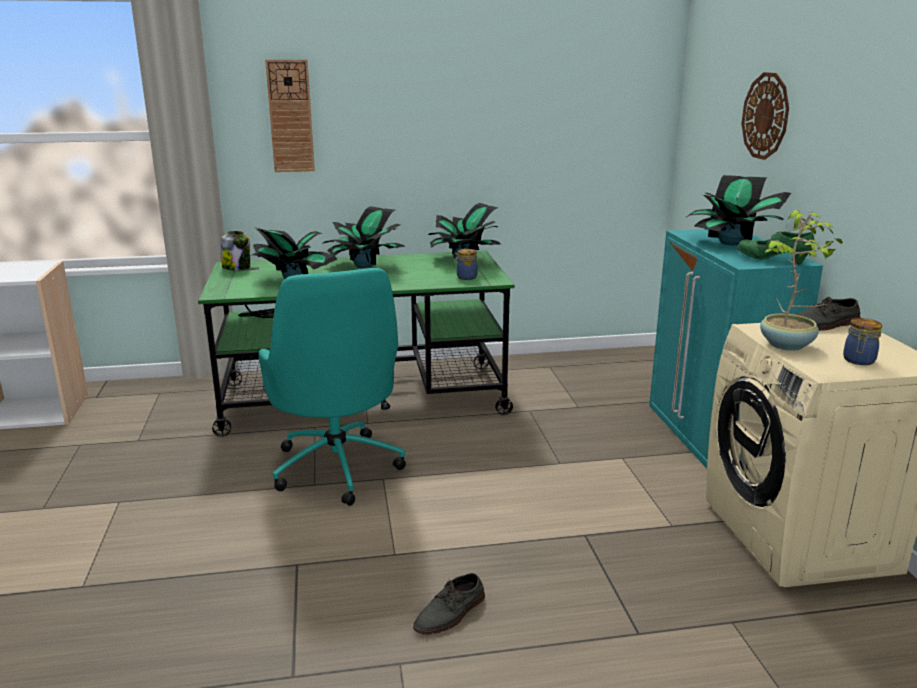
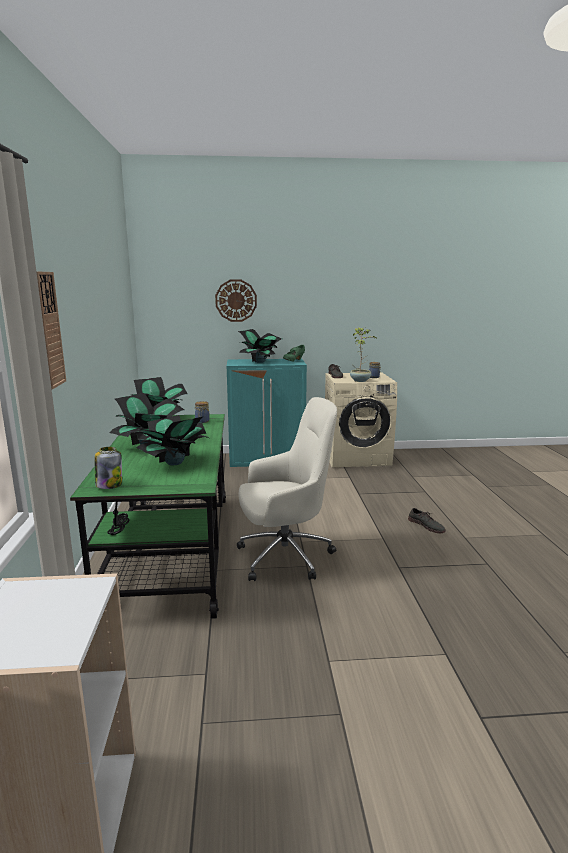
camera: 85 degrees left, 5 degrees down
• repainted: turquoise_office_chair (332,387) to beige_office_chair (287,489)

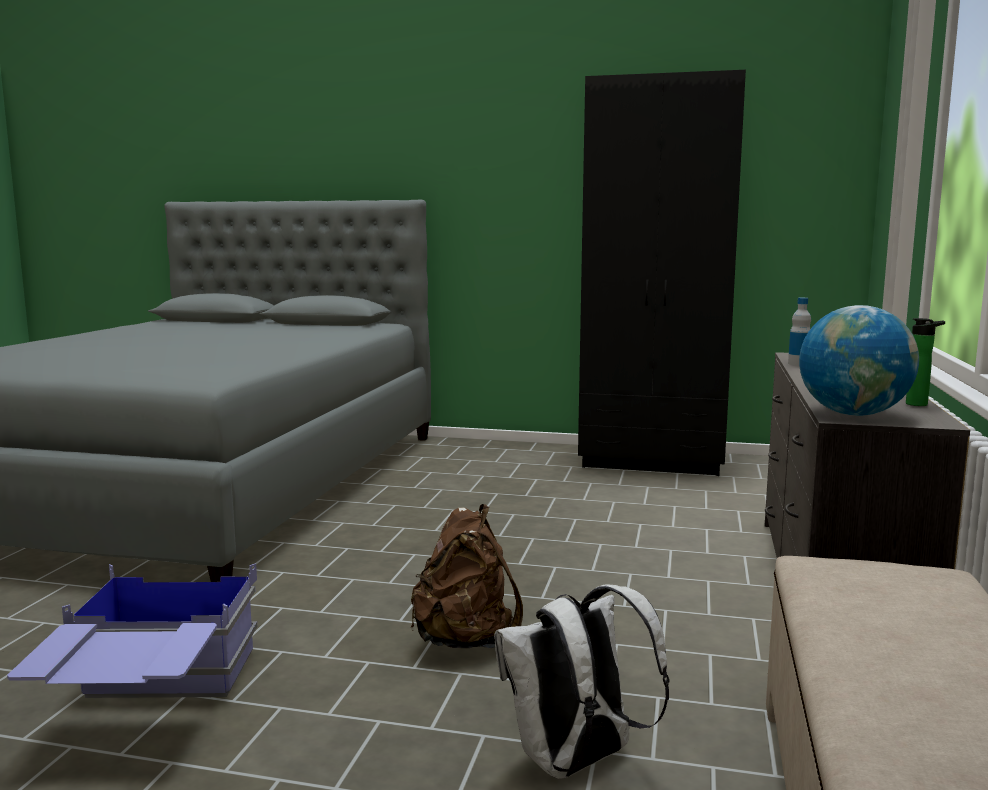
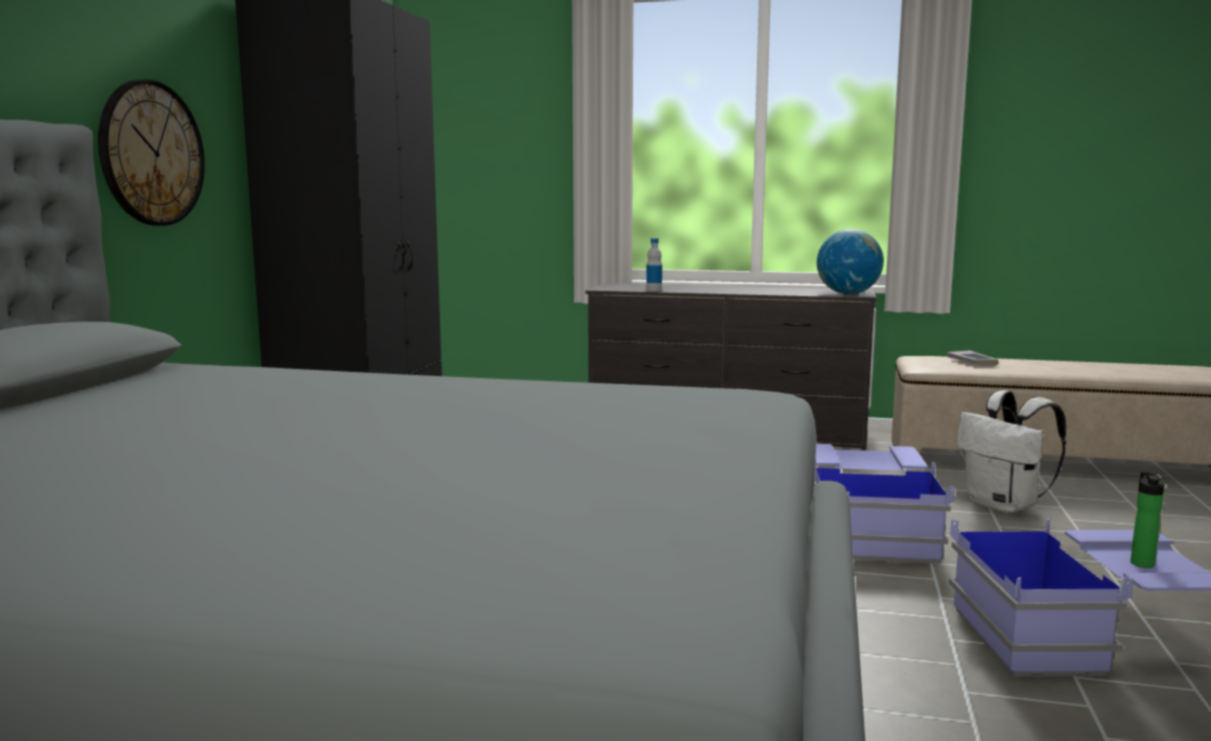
camera: 90 degrees left, 0 degrees up
• new: wall_clock (151,153)
• swapped: brown_backpack (467,576) to blue_storage_box (884,504)
• new: book (972,358)
• shifted: bottle (925,362) to (1147,520)

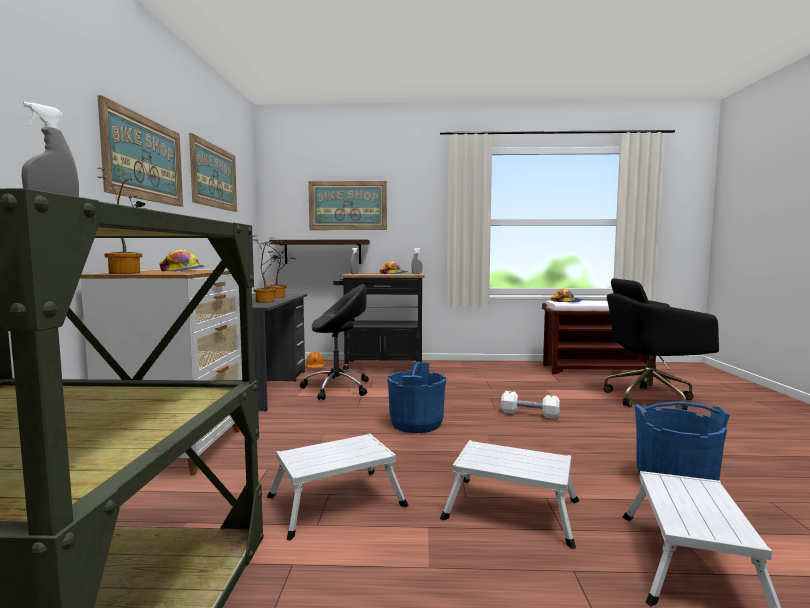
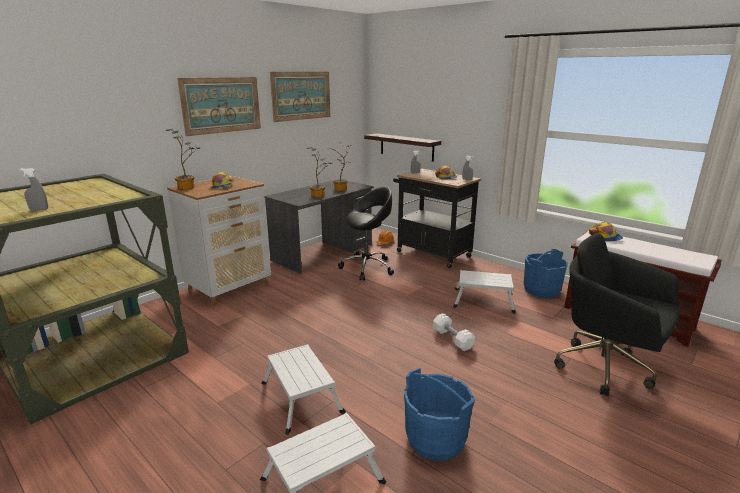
camera: 40 degrees right, 15 degrees up
• rotated: black_office_chair (334,342) = (366,234) 45 degrees counterclockwise
• shifted: white_step_ladder (337,487) to (484,292)
• shifted: blue_bucket (416,397) to (546,273)
• gone: picture (347,205)

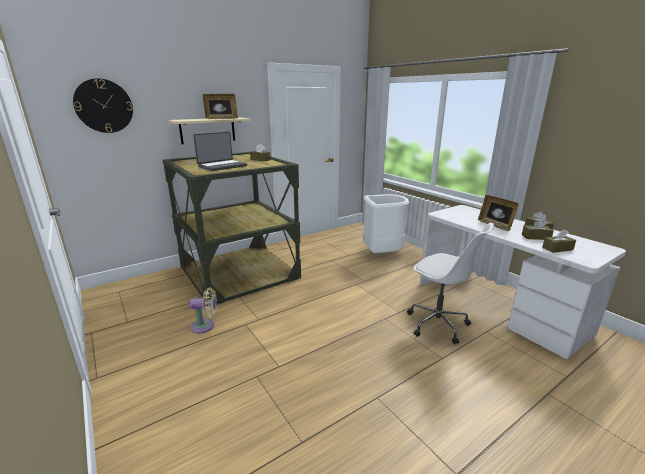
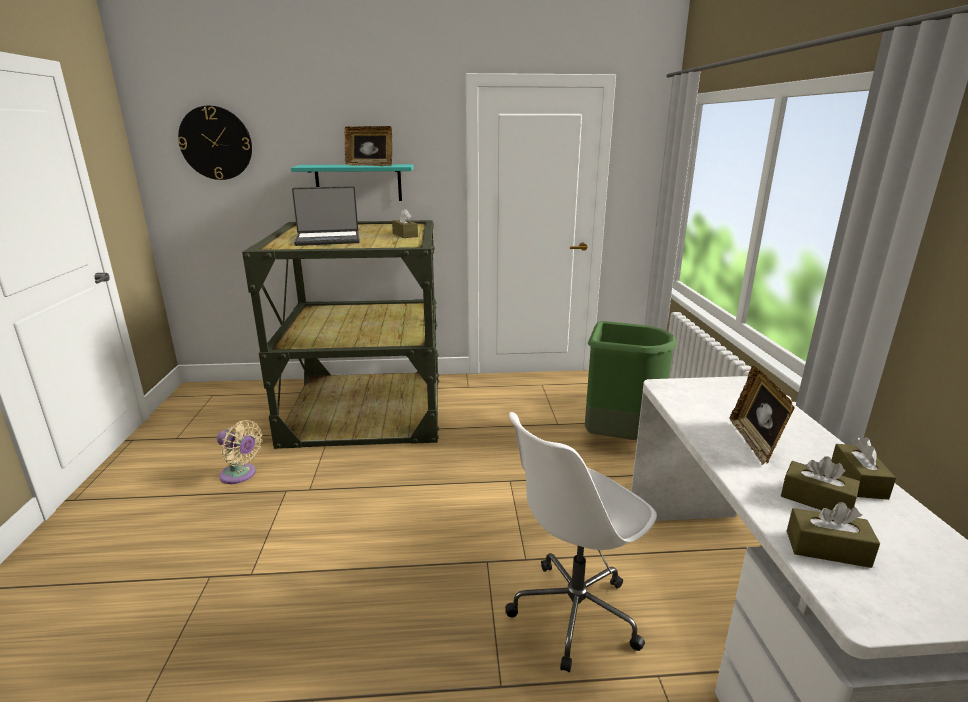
camera: 30 degrees right, 0 degrees up
• repainted: beige_shelf (210,130) to turquoise_shelf (352,182)
• rotated: white_office_chair (450,283) = (581,542) 75 degrees clockwise
• repainted: white_trash_can (386,224) to green_trash_can (631,380)

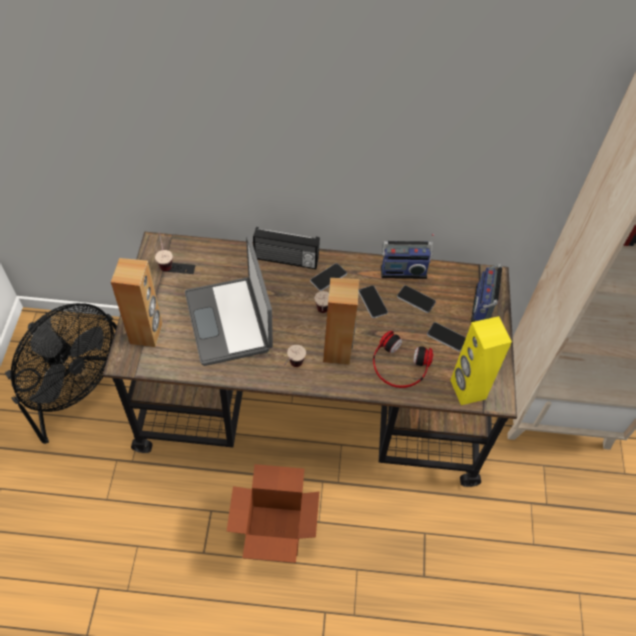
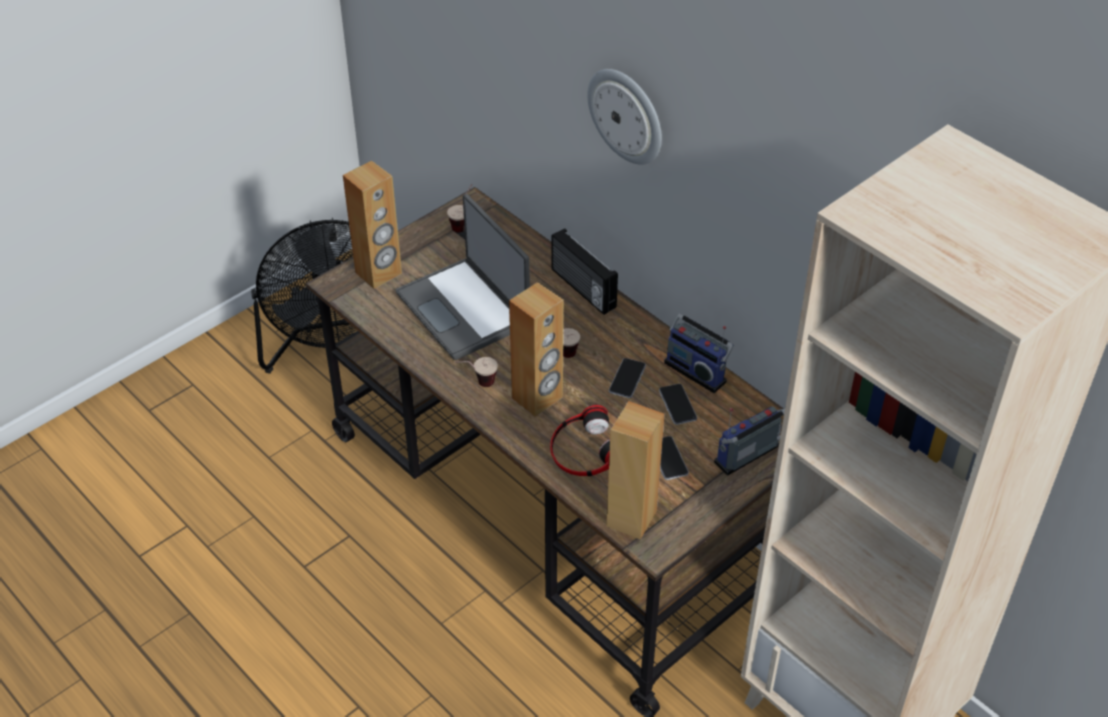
camera: 45 degrees right, 10 degrees down
• rotated: laptop (229,301) = (463,277) 60 degrees counterclockwise
• new: wall_clock (624,117)
• repainted: yellow_speaker (481,360) to brown_speaker (636,470)
• gone: cardboard_box (273,513)
• gone: phone (328,277)

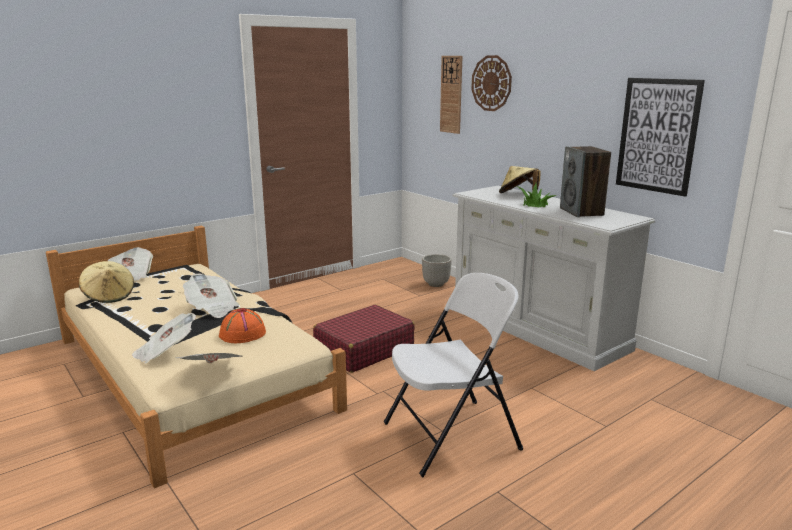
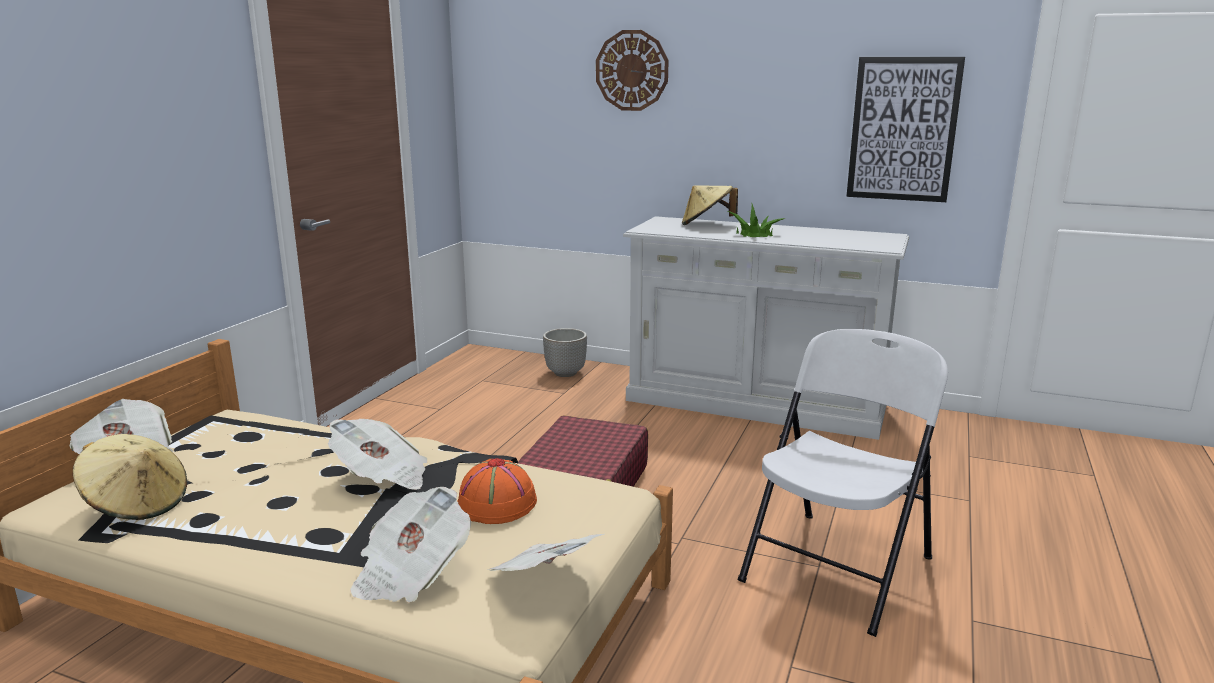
camera: 30 degrees left, 0 degrees up
• gone: wall_clock (451,95)
• gone: speaker (585,181)

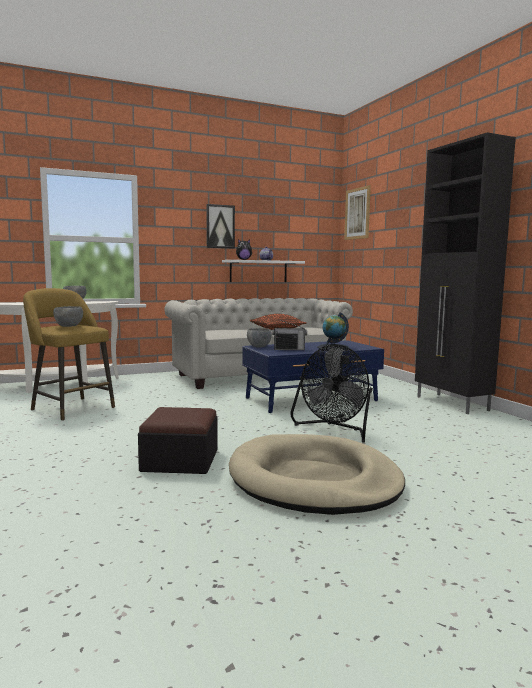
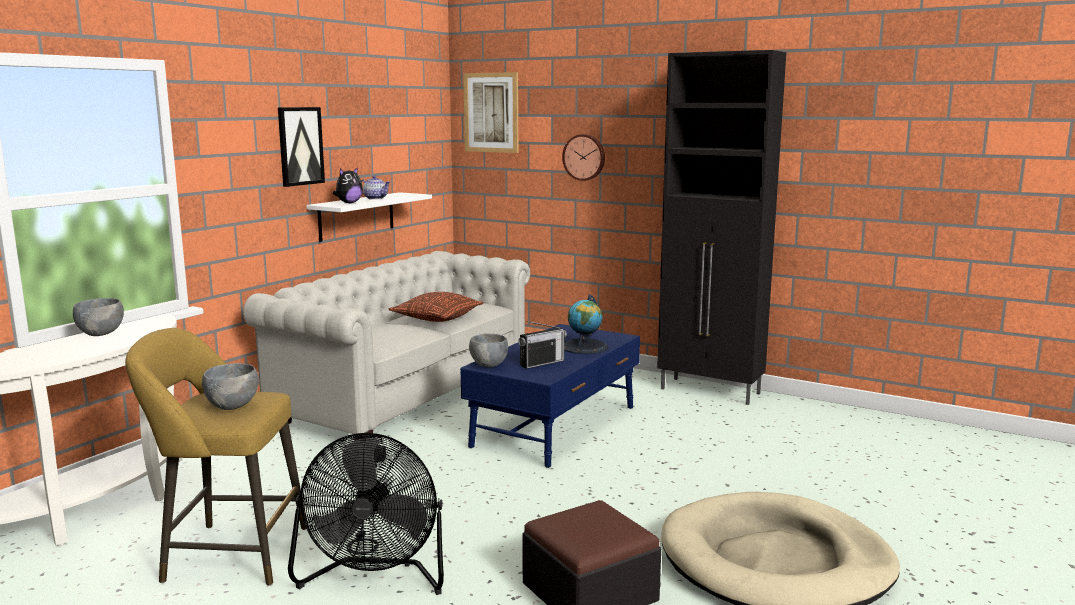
camera: 35 degrees left, 5 degrees up
• shifted: black_fan (332,393) to (366,514)
• new: wall_clock (583,157)

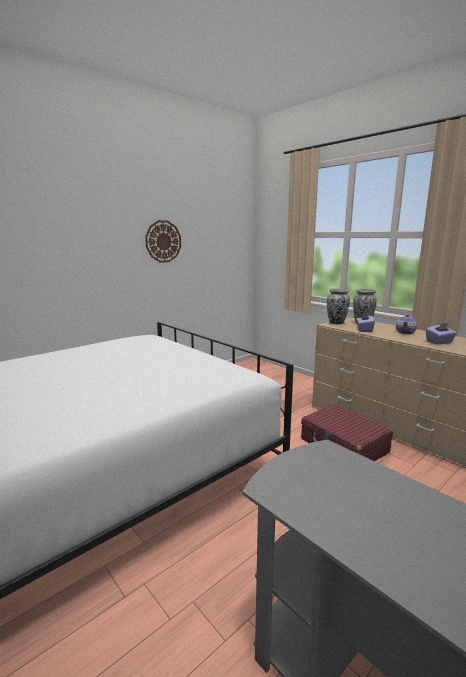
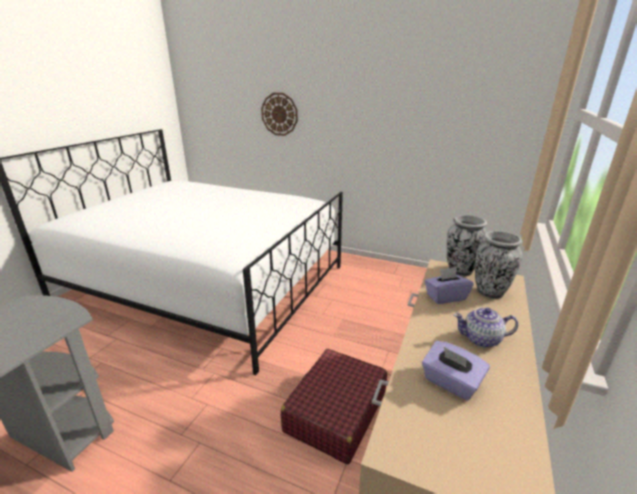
camera: 65 degrees right, 10 degrees up
• shifted: wall_clock (163,241) to (279,114)

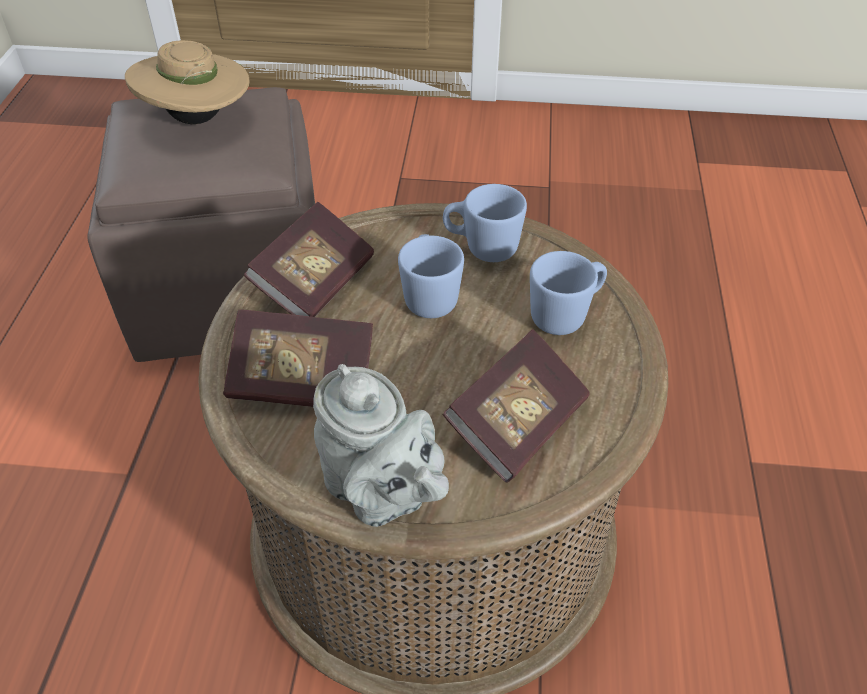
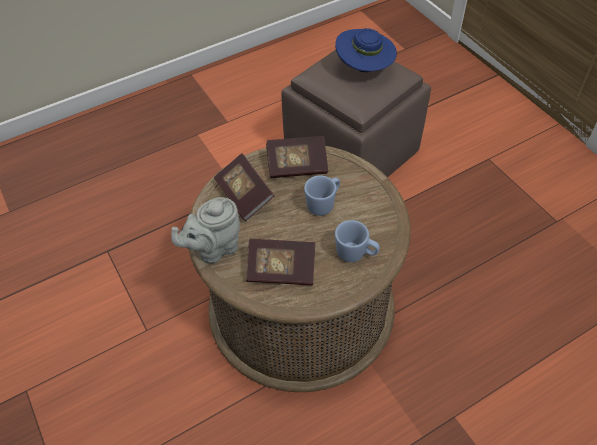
camera: 55 degrees right, 5 degrees up
• rotated: grey_teapot (381,445) = (205,230) 45 degrees clockwise
• repainted: beige_hat (187,82) to blue_hat (366,50)
• gone: blue_mug (485,223)

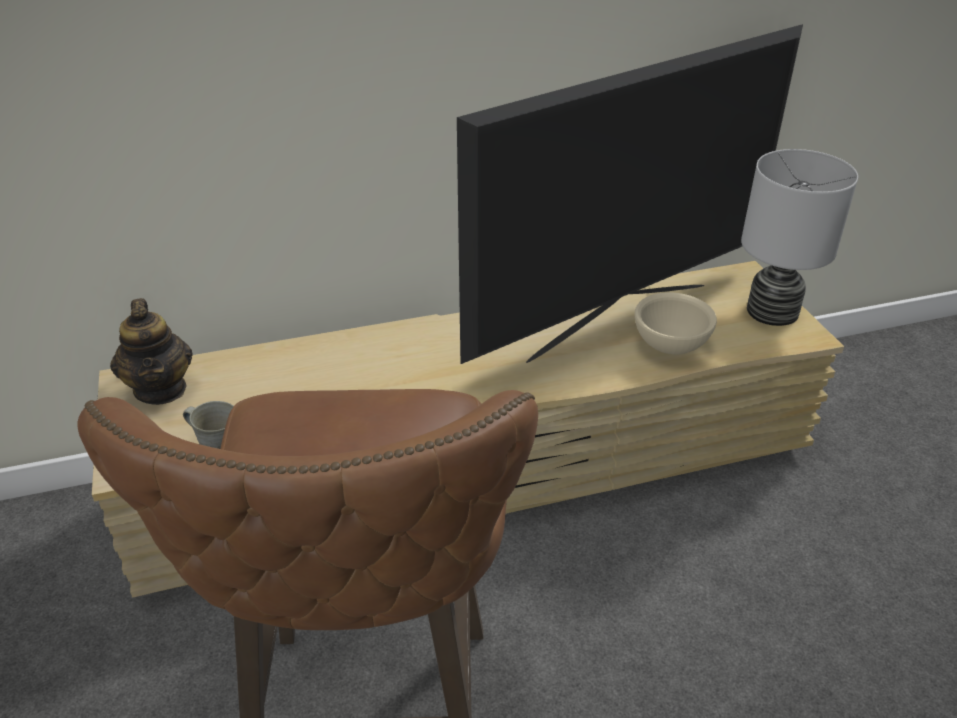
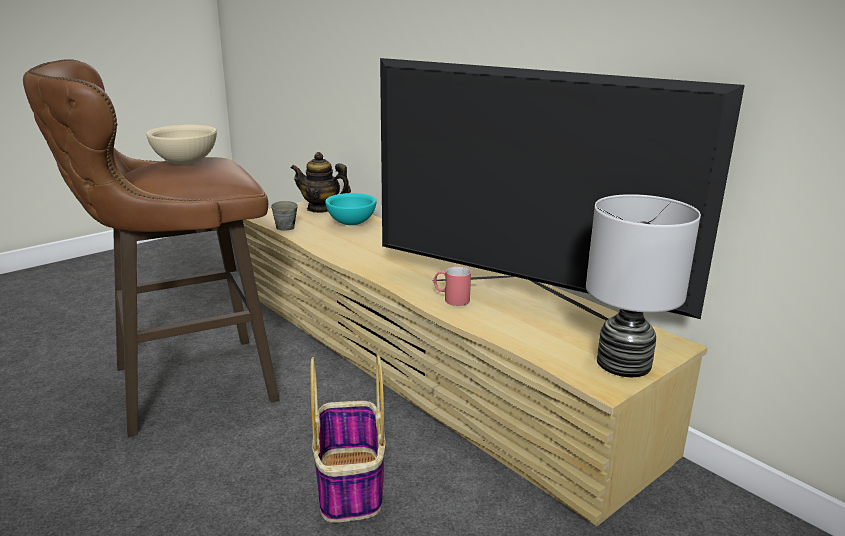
camera: 65 degrees right, 15 degrees down
• shifted: beige_bowl (675,323) to (181,144)
• rotated: teapot (151,351) = (321,182) 60 degrees clockwise
• new: basket (348,439)
• new: turquoise_bowl (351,209)
• new: red_mug (452,286)

